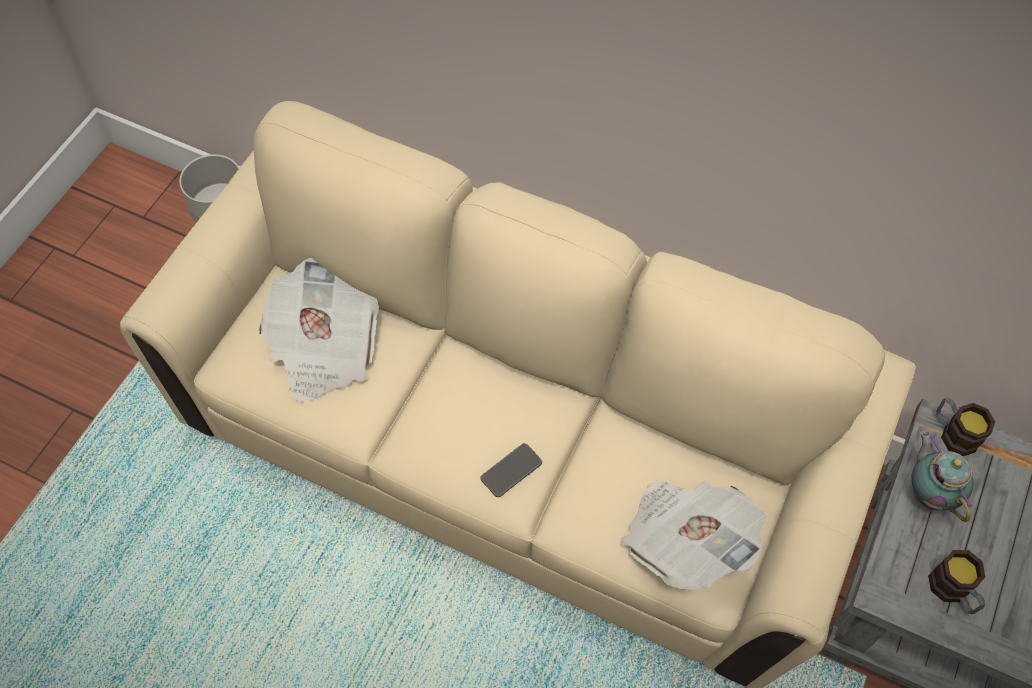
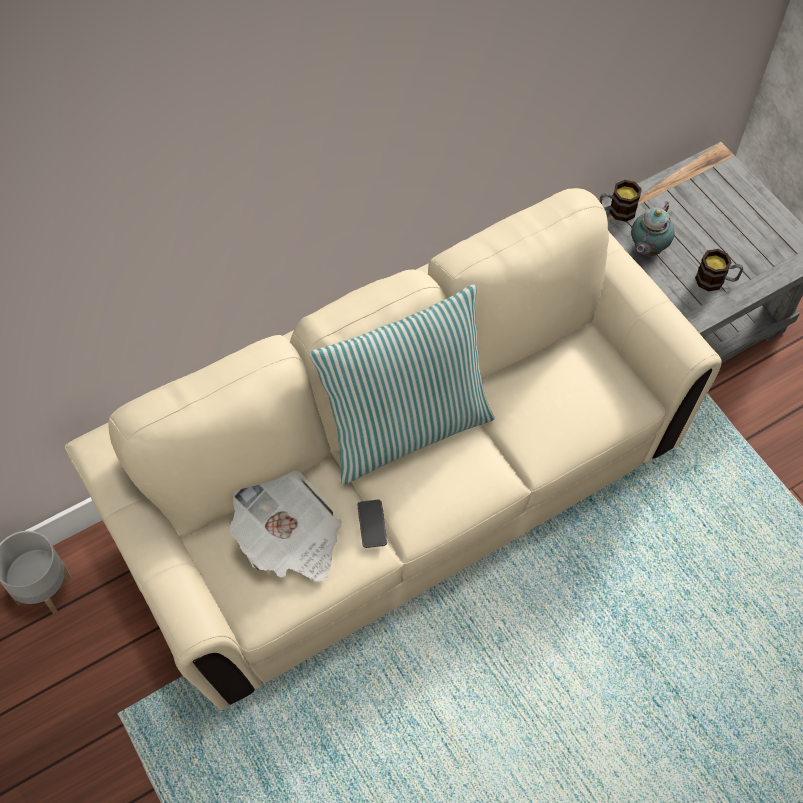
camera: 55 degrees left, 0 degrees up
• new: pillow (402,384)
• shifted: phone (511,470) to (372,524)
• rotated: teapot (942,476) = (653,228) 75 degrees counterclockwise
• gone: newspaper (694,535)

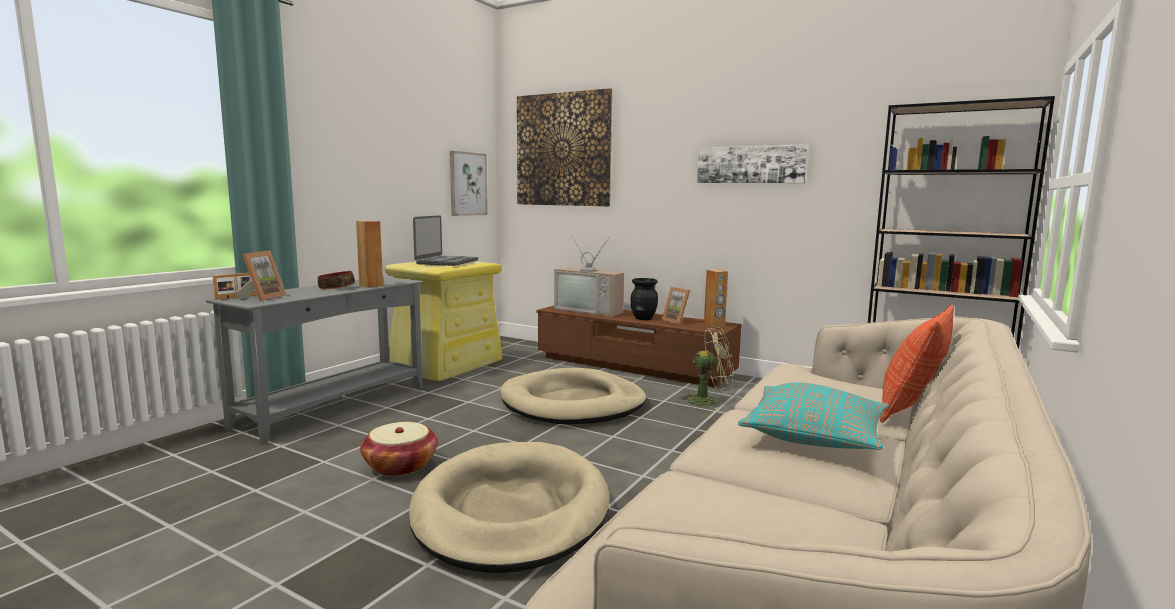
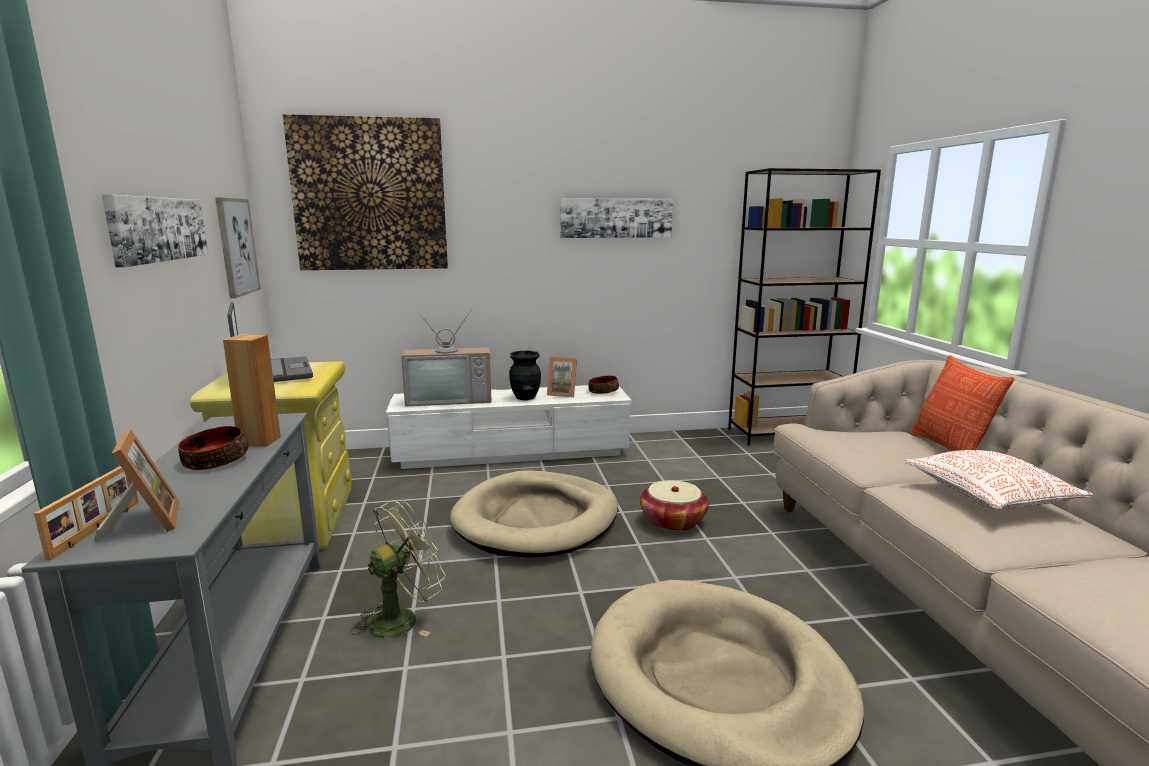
camera: 40 degrees left, 5 degrees up
• new: picture (155,231)
• shifted: green_fan (706,368) to (398,569)
• repainted: brown_tv_stand (639,346) to white_tv_stand (509,427)
• swapped: brown_speaker (716,299) to bowl (604,385)
• shifted: basket (399,449) to (674,505)
• repainted: turquoise_pillow (813,416) to white_pillow (999,480)

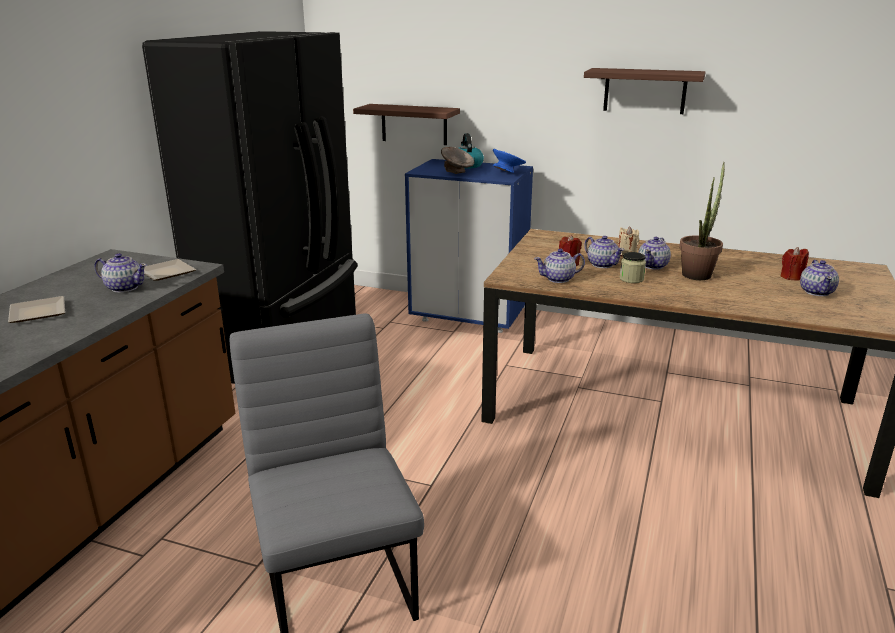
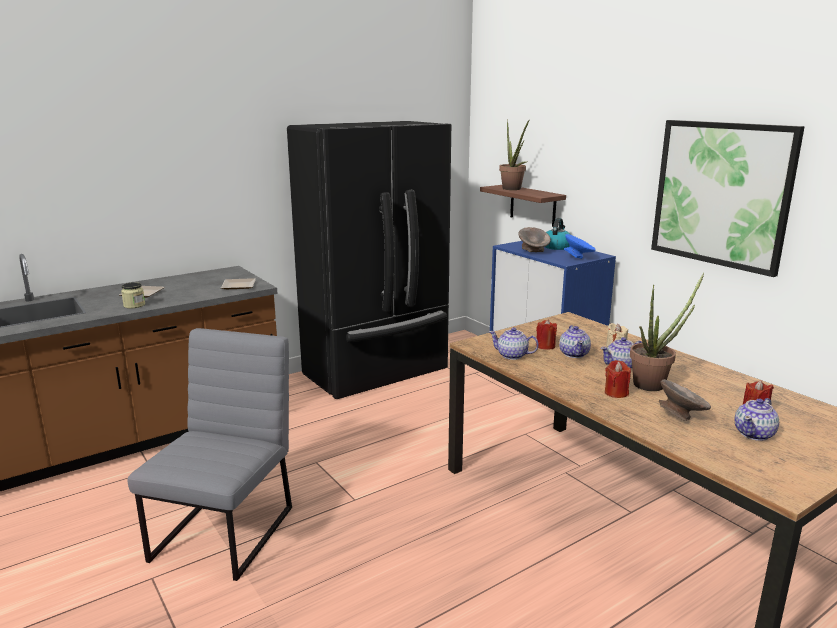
camera: 35 degrees right, 5 degrees down
• shifted: jar (633,267) to (133,295)
• new: potted_plant (514,154)
• new: red_candle (618,379)
• swapped: shelf (645,91) to picture (728,198)
• new: grey_bowl (685,400)
• gone: teapot (120,273)

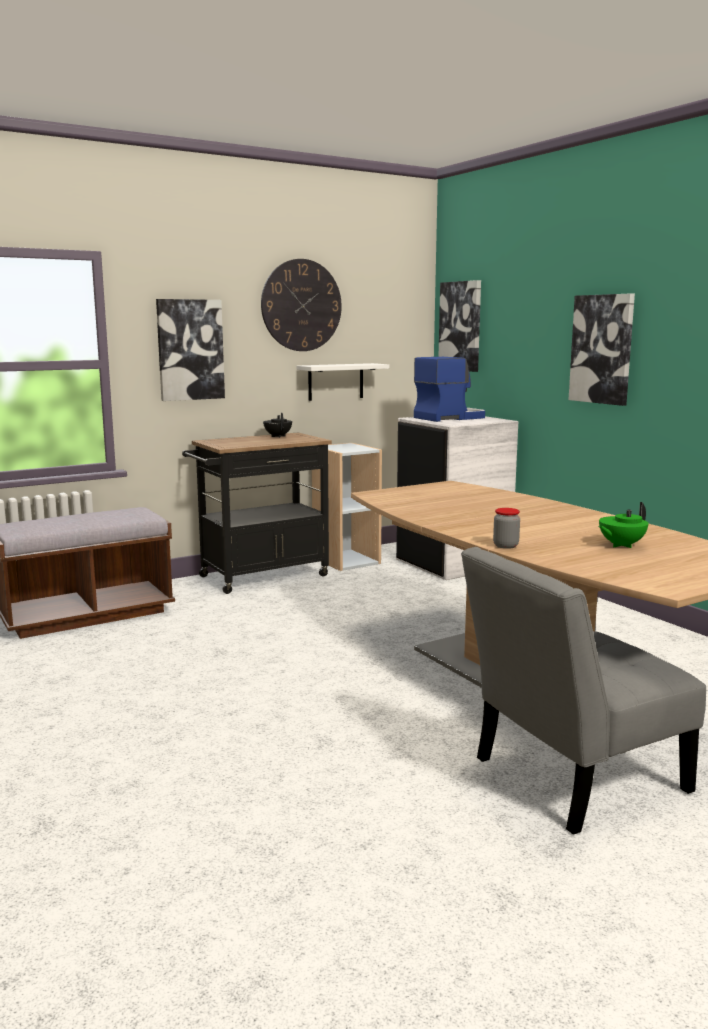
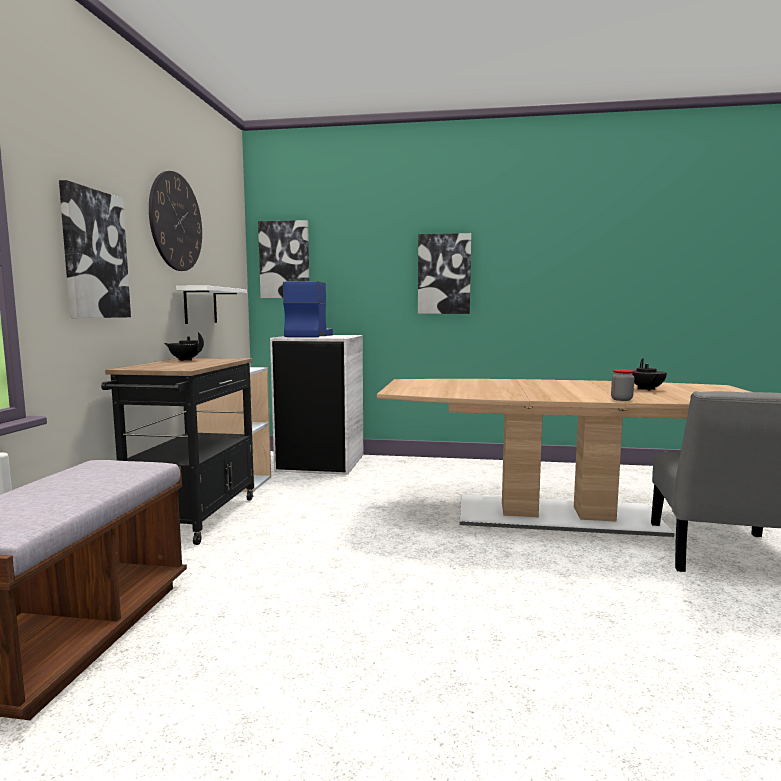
camera: 50 degrees left, 5 degrees down
• repainted: green_teapot (623,525) to black_teapot (649,375)

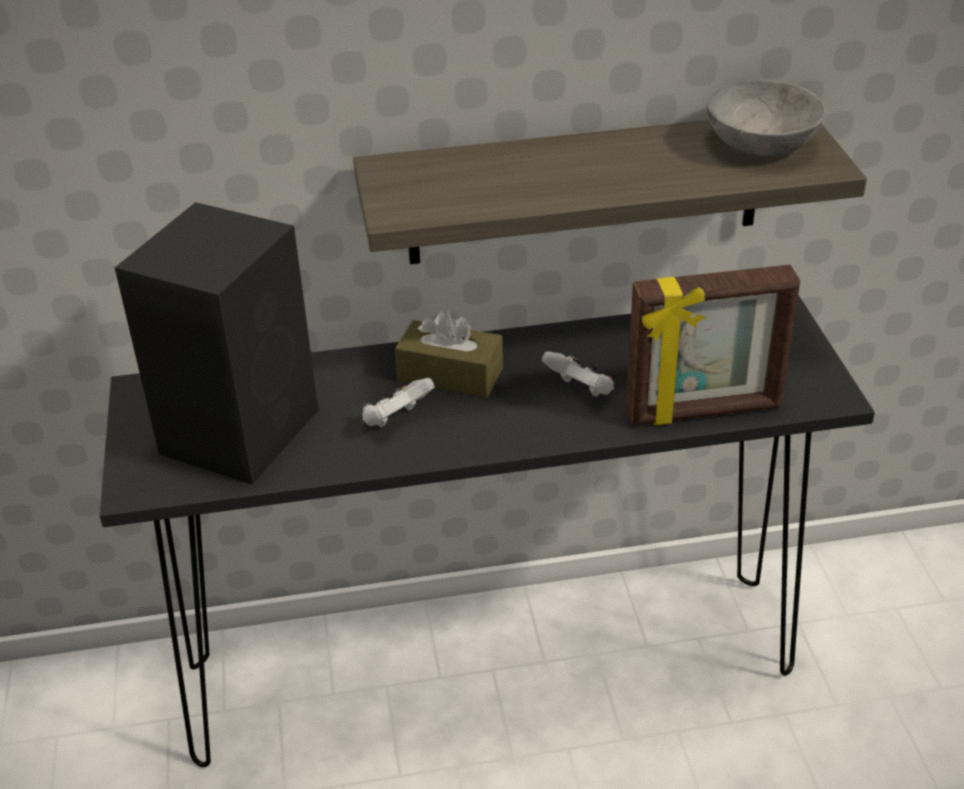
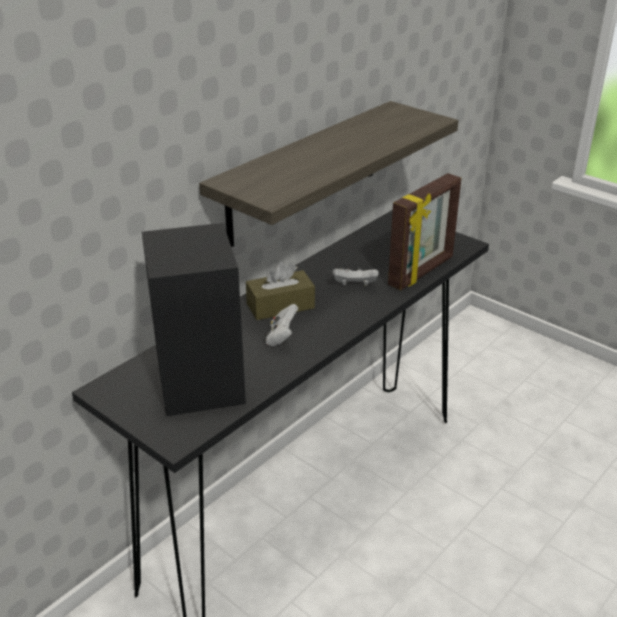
camera: 40 degrees left, 5 degrees down
• gone: grey_bowl (766,118)

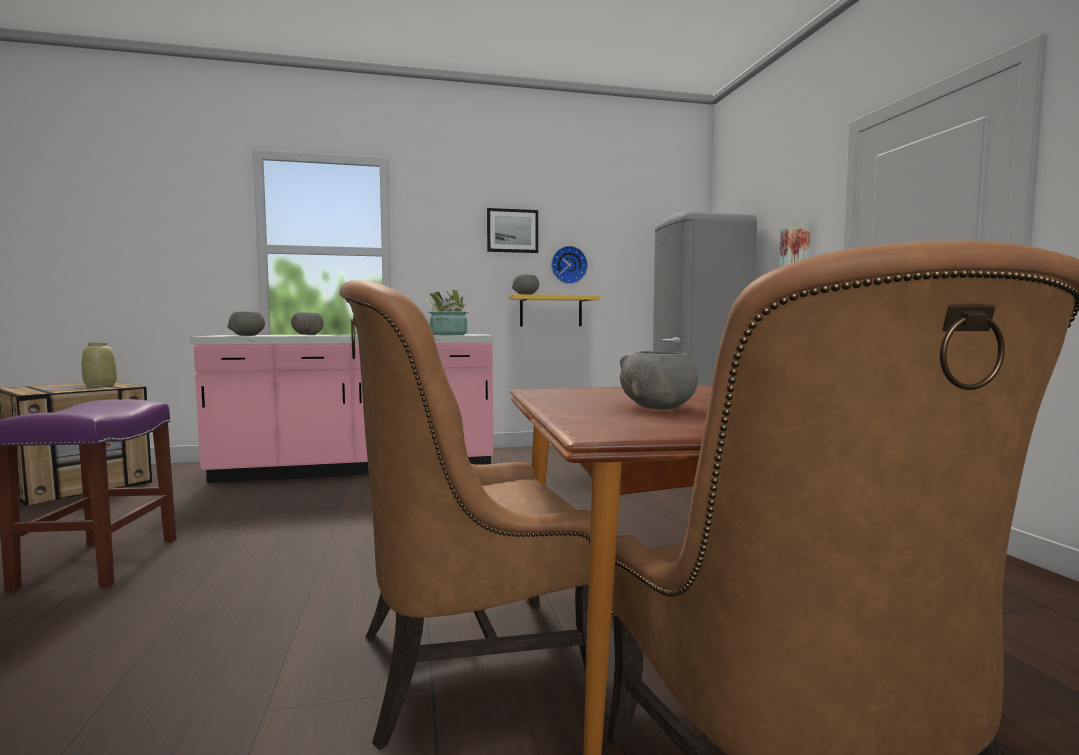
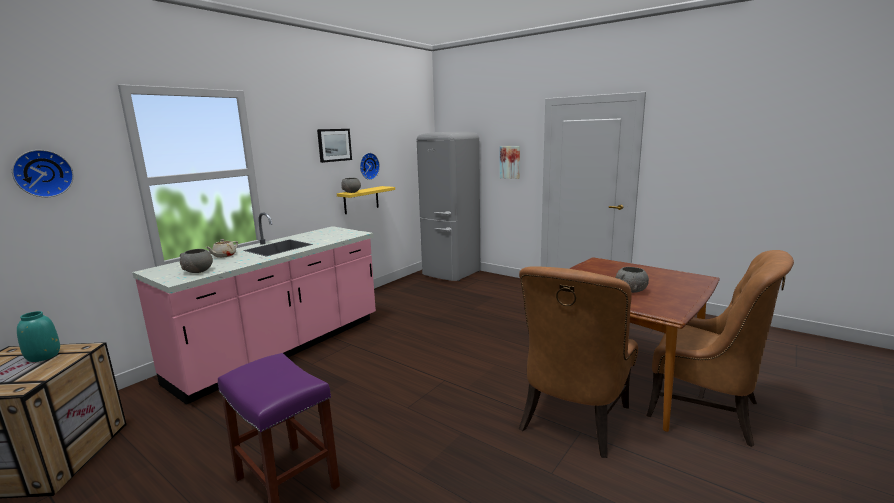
camera: 40 degrees left, 10 degrees up
• new: wall_clock (43,173)
• repainted: beige_vase (99,364) to turquoise_vase (38,336)
• swapped: grey_bowl (307,323) to beige_teapot (222,248)
• gone: potted_plant (447,312)

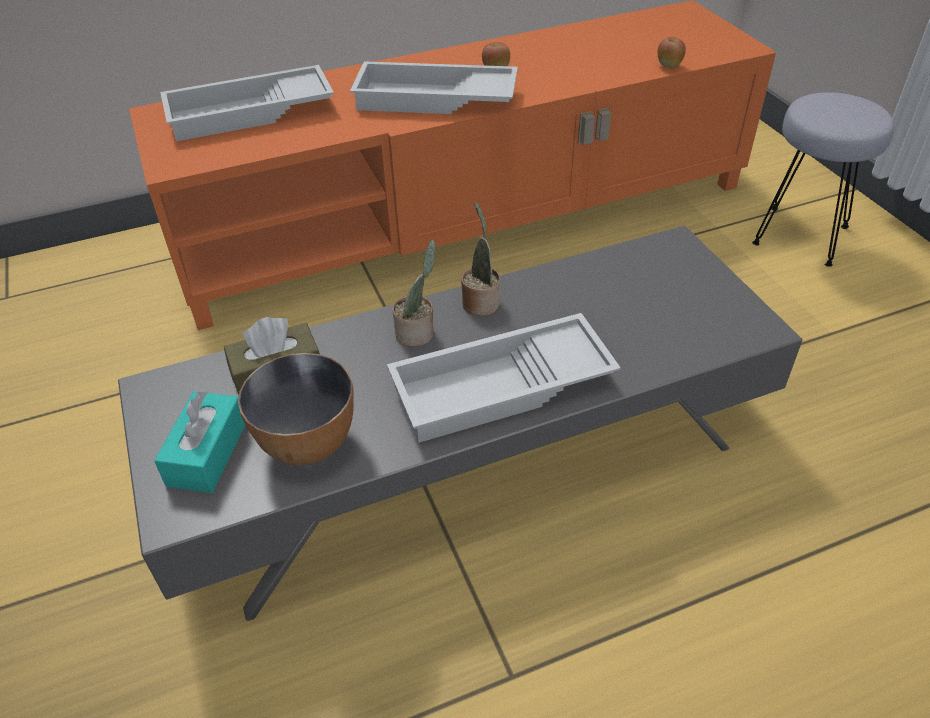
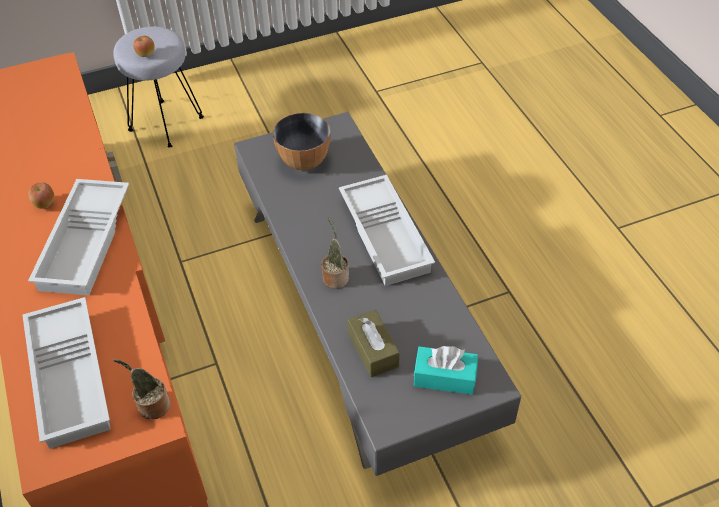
camera: 90 degrees left, 5 degrees up
• shifted: potted_plant (480,259) to (141,389)
• shifted: apple (672,52) to (144,46)
• shifted: bowl (296,409) to (302,141)

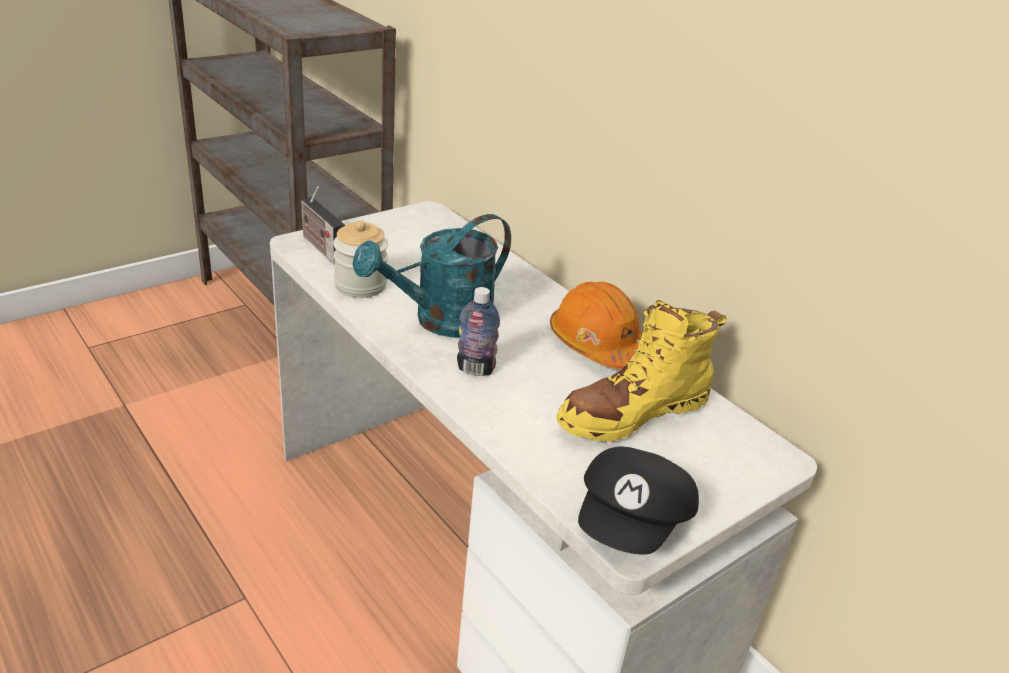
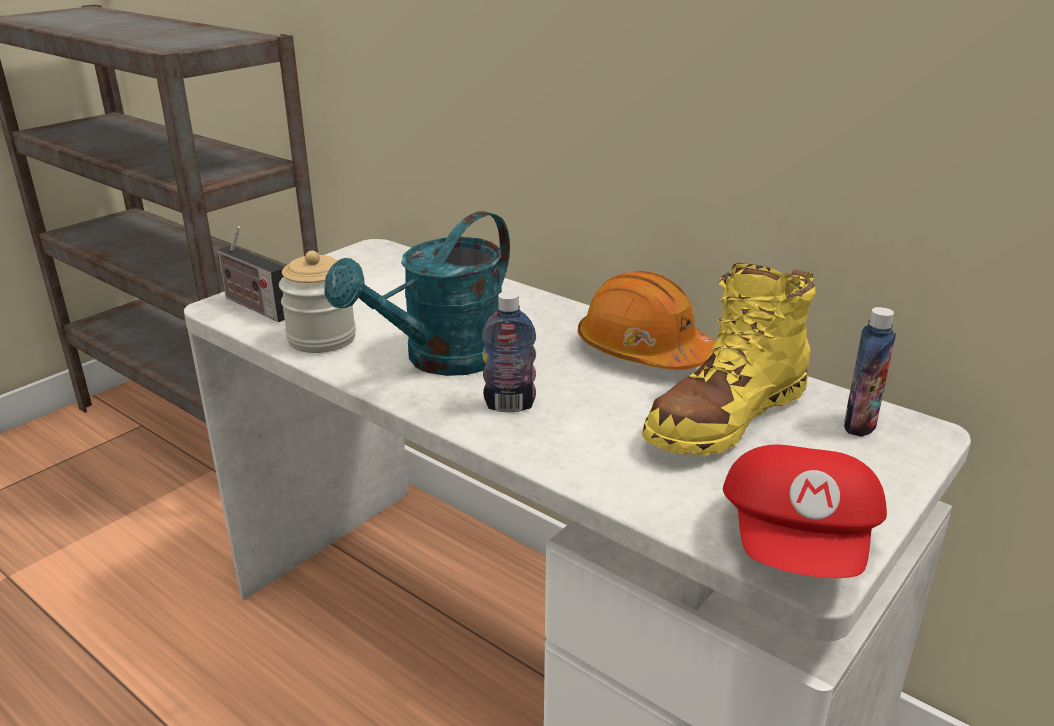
camera: 10 degrees left, 5 degrees down
• repainted: black_cap (638,501) to red_cap (805,511)
• new: bottle (870,372)

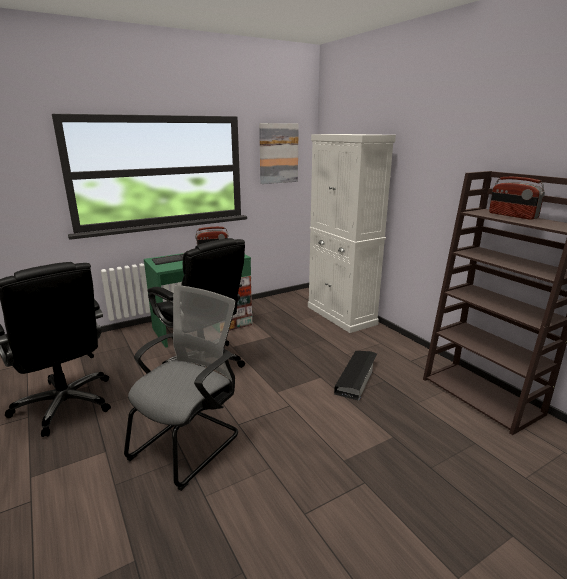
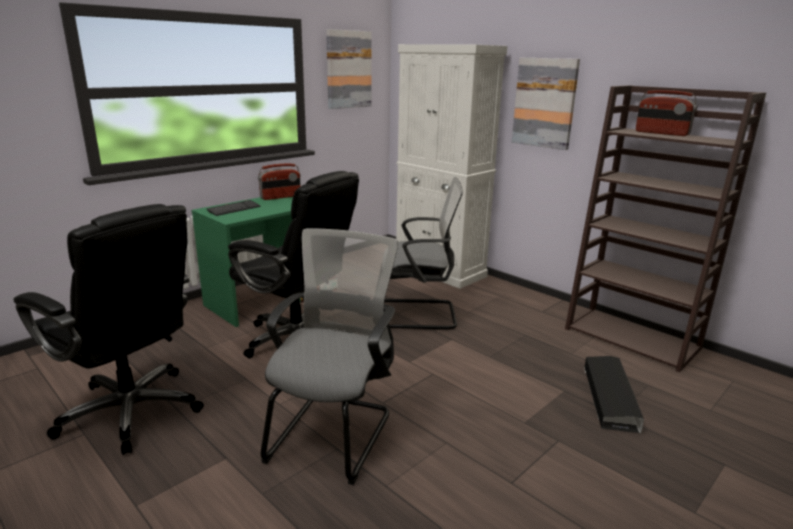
camera: 15 degrees left, 0 degrees up
• new: chair (423,253)
• new: picture (546,104)
• shifted: black_storage_box (355,376) to (614,394)

